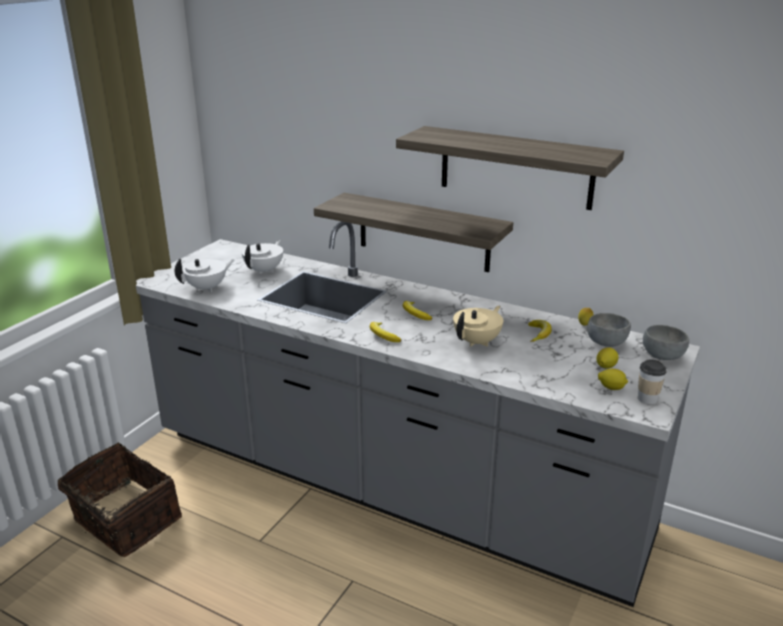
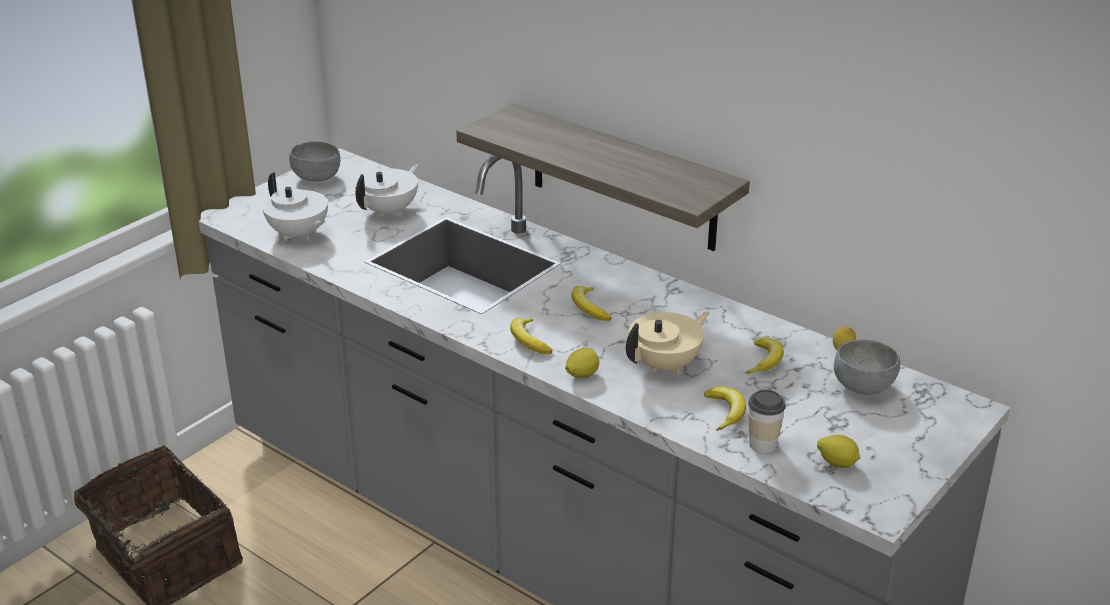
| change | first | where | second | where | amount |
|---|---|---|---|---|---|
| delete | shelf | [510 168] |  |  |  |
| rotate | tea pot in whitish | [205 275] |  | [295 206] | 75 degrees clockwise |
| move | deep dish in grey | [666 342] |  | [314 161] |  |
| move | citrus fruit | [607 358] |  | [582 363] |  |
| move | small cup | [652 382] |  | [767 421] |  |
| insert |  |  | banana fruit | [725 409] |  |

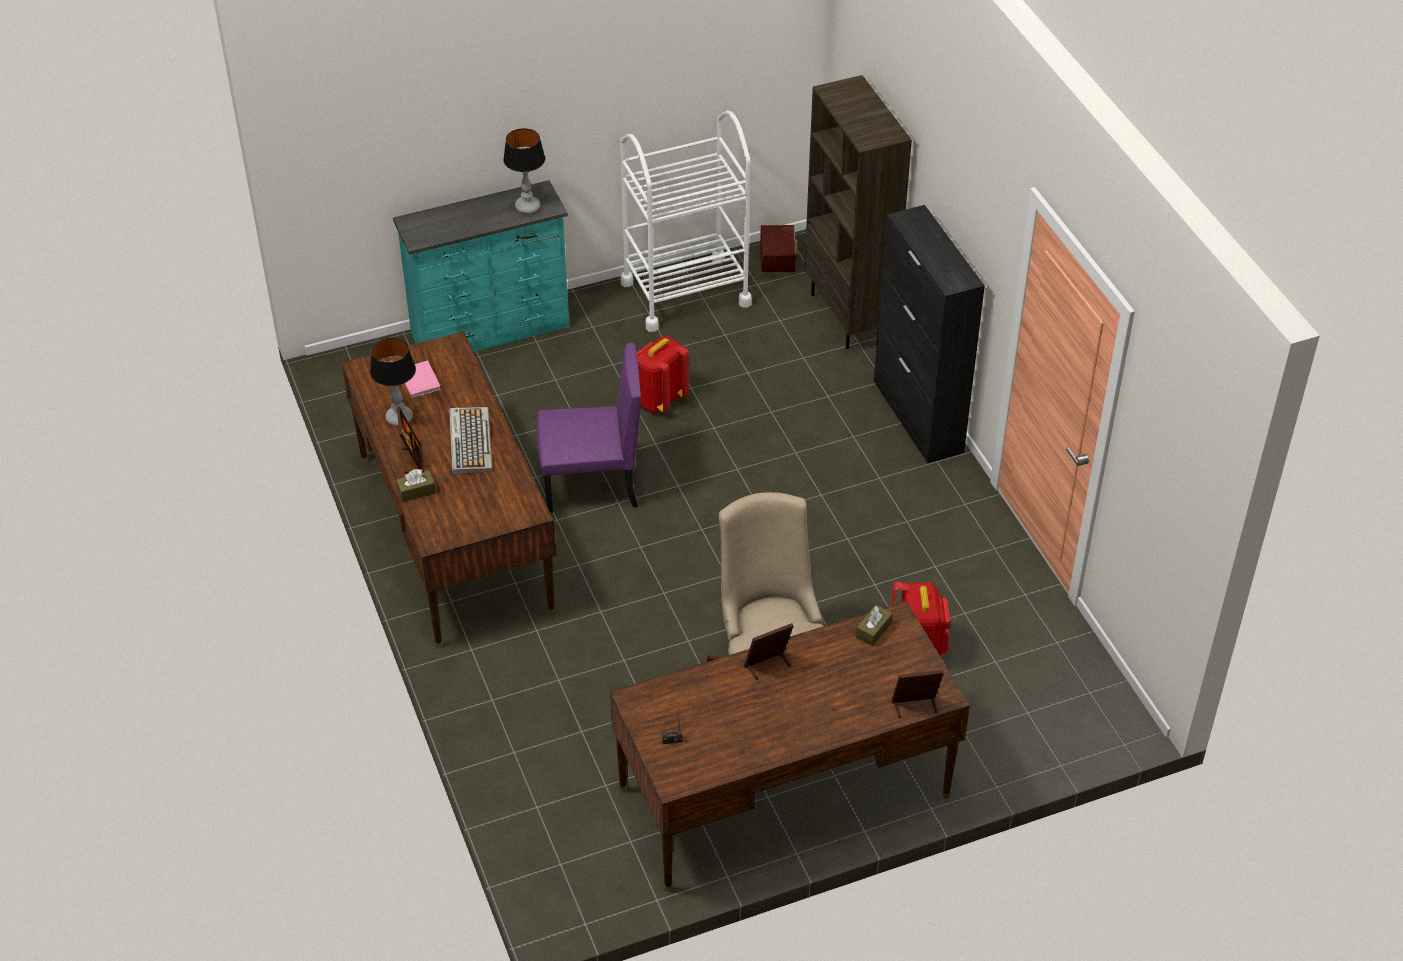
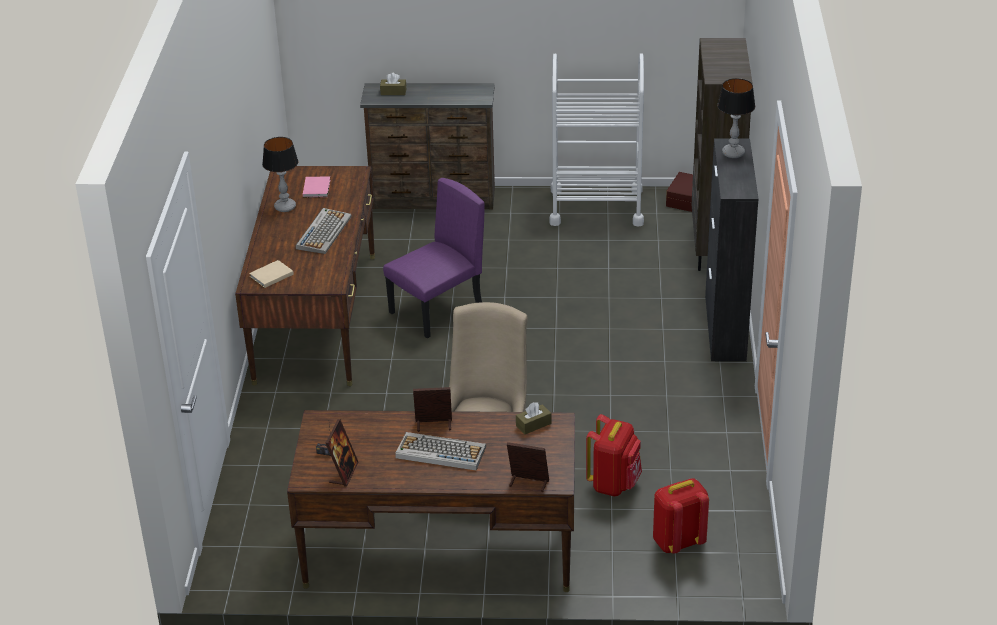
| change | first | where | second | where | amount |
|---|---|---|---|---|---|
| move | tabletop lamp | [524 171] |  | [736 118] |  |
| recolor | dresser in turquoise-coloured | [481 266] | dresser in brownish | [427 146] |  |
| move | rucksack in red | [663 375] |  | [681 516] |  |
| rotate | upright chair in purple-coloured | [588 428] |  | [434 258] | 60 degrees counterclockwise |
| move | standing frame | [410 440] |  | [342 453] |  |
| move | box of tissues in brownish | [416 485] |  | [393 84] |  |
| insert |  |  | volume in sand-coloured | [271 274] |  |
| insert |  |  | computer keyboard | [440 451] |  |

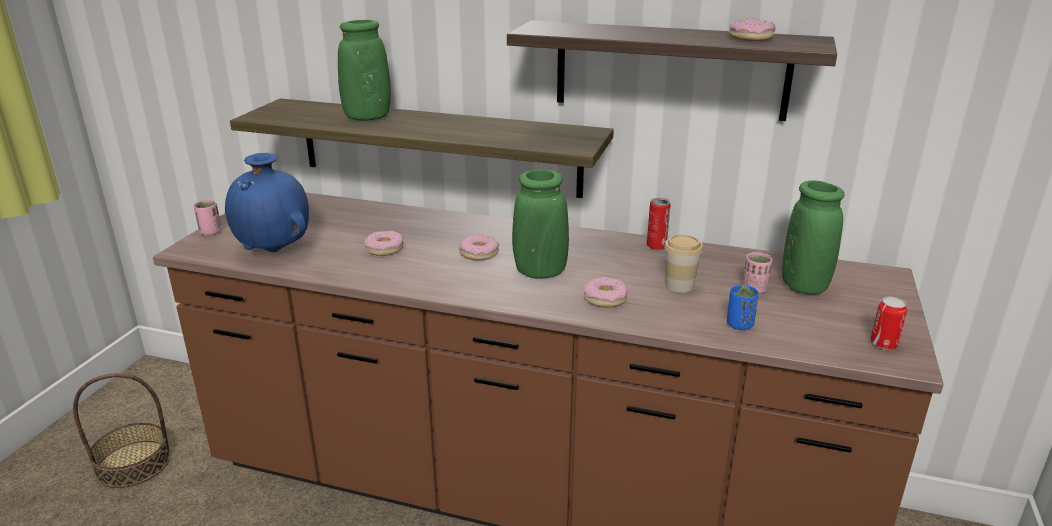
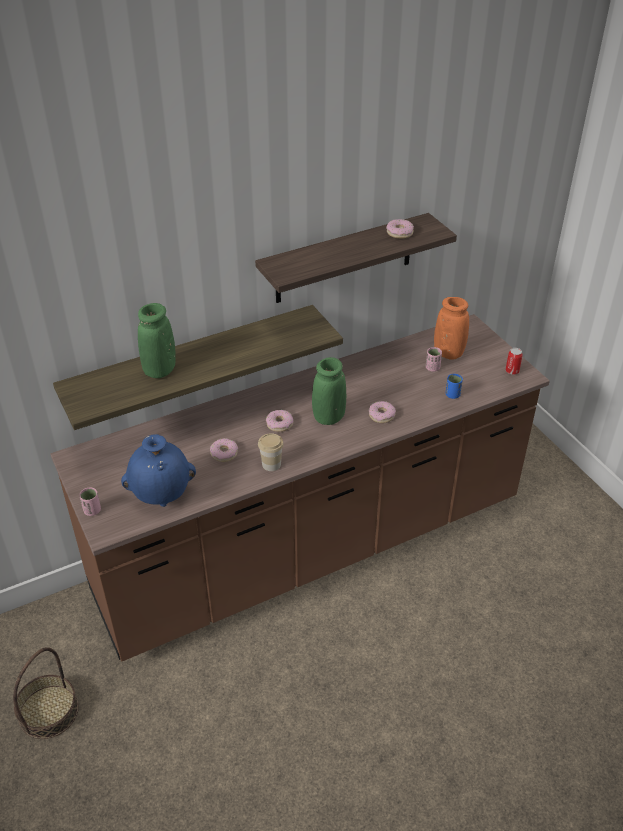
| change | first | where | second | where | amount |
|---|---|---|---|---|---|
| recolor | vase in green | [813 237] | vase in orange-coloured | [451 328] |  |
| delete | sealed can | [659 224] |  |  |  |
| move | small cup | [683 263] |  | [271 452] |  |

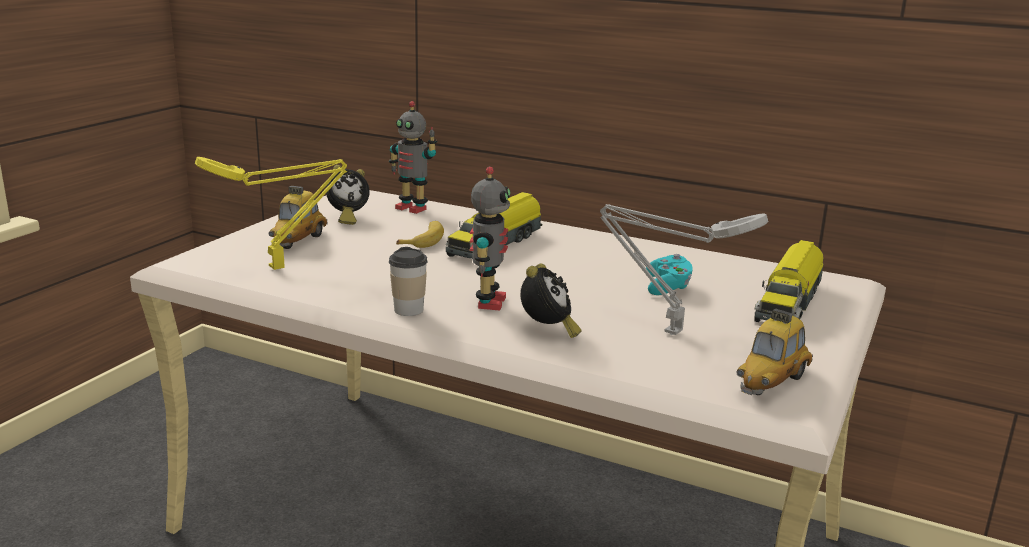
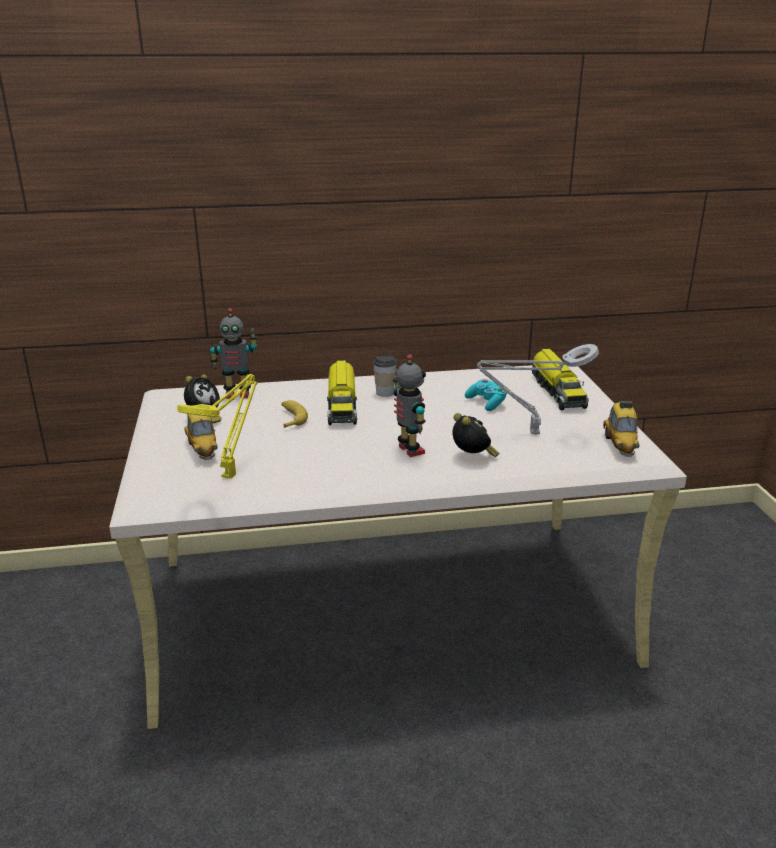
| change | first | where | second | where | amount |
|---|---|---|---|---|---|
| move | small cup | [408 281] |  | [385 375] |  |

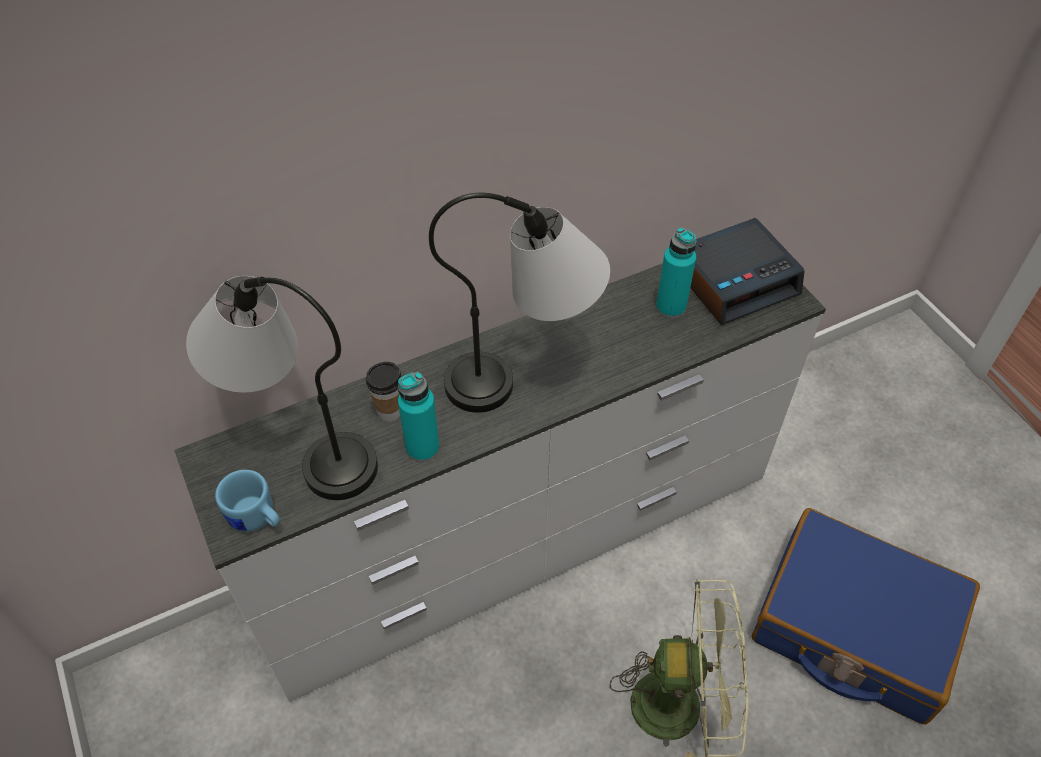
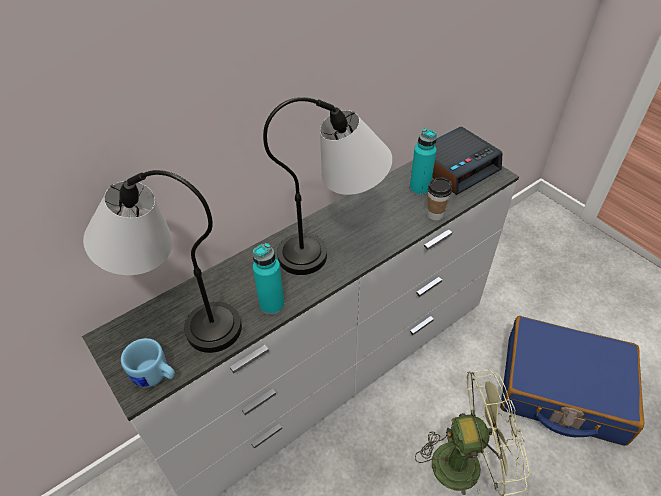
| change | first | where | second | where | amount |
|---|---|---|---|---|---|
| move | small cup | [384 392] |  | [439 199] |  |

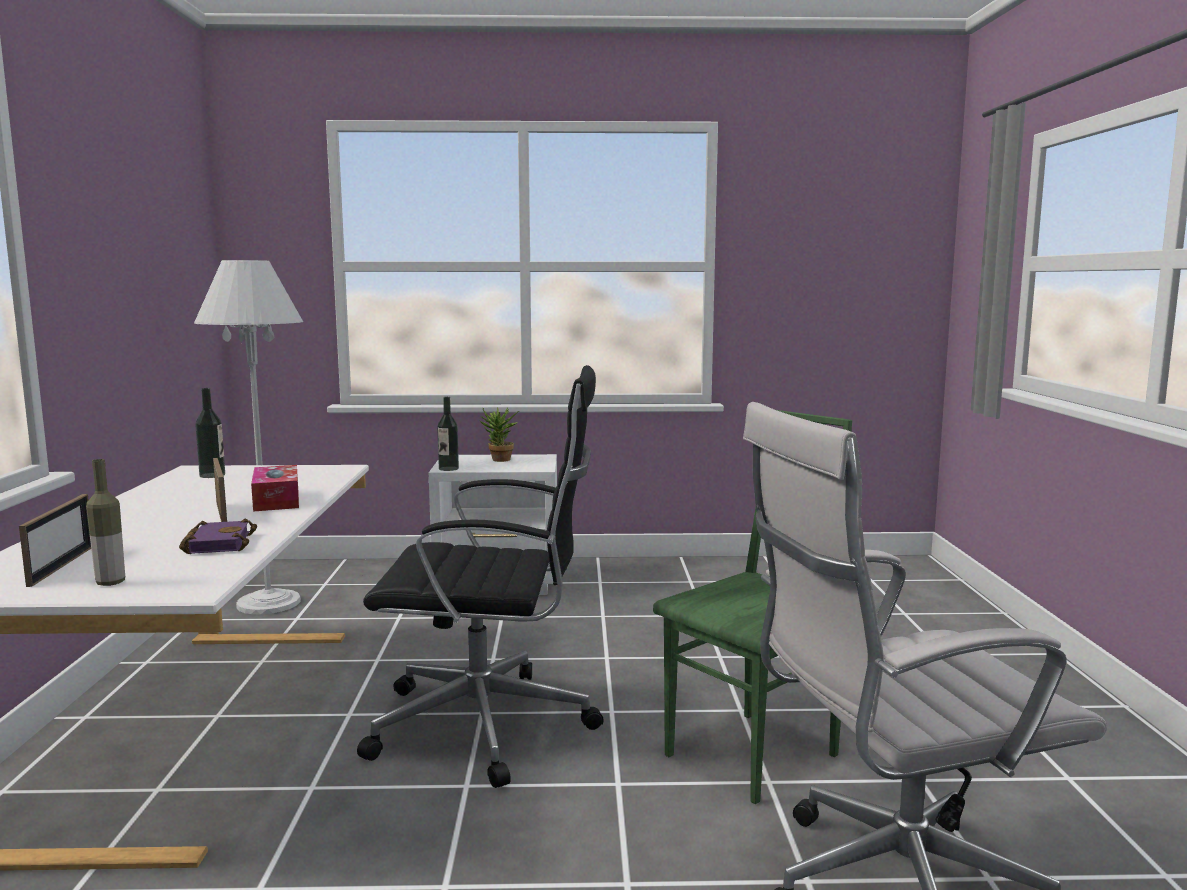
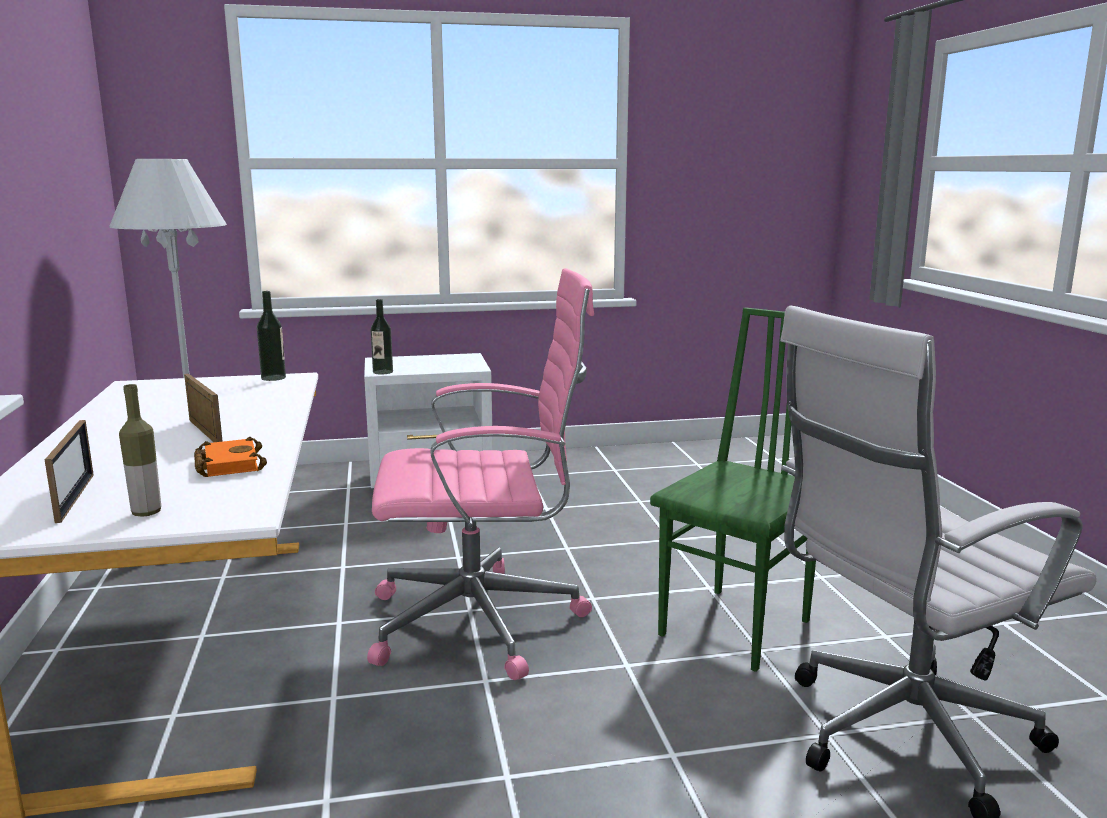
| change | first | where | second | where | amount |
|---|---|---|---|---|---|
| recolor | desk chair in black | [480 576] | desk chair in pinkish | [480 474] |  |
| move | drink bottle | [210 433] |  | [271 336] |  |
| delete | potted plant | [499 434] |  |  |  |
| delete | box of tissues | [275 488] |  |  |  |
| recolor | volume in purple-coloured | [218 536] | volume in orange-coloured | [230 457] |  |

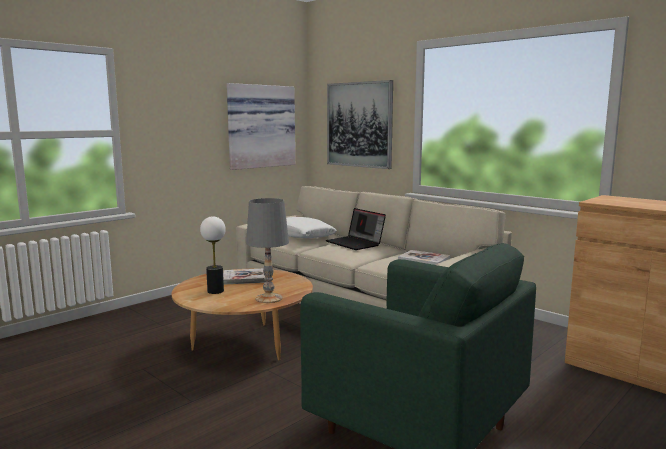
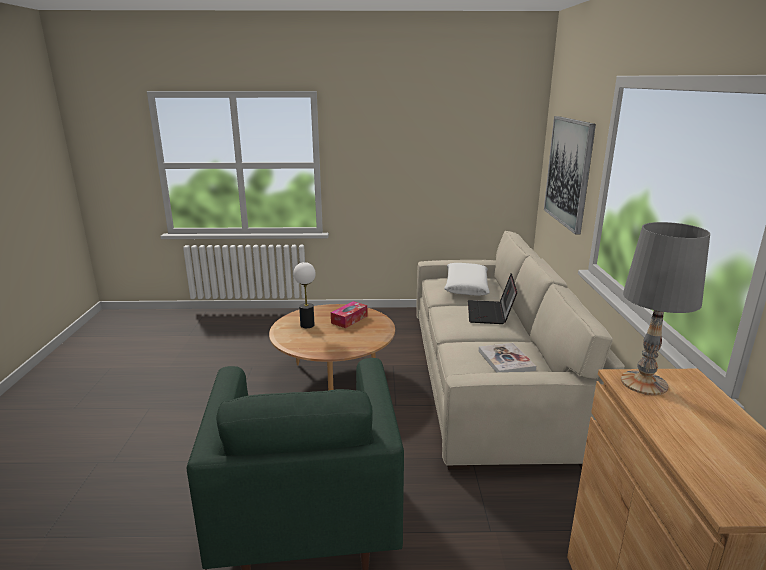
| change | first | where | second | where | amount |
|---|---|---|---|---|---|
| delete | wall picture | [261 126] |  |  |  |
| move | tabletop lamp in grey | [267 250] |  | [665 308] |  |
| replace | volume | [244 276] | box of tissues | [349 314] |  |

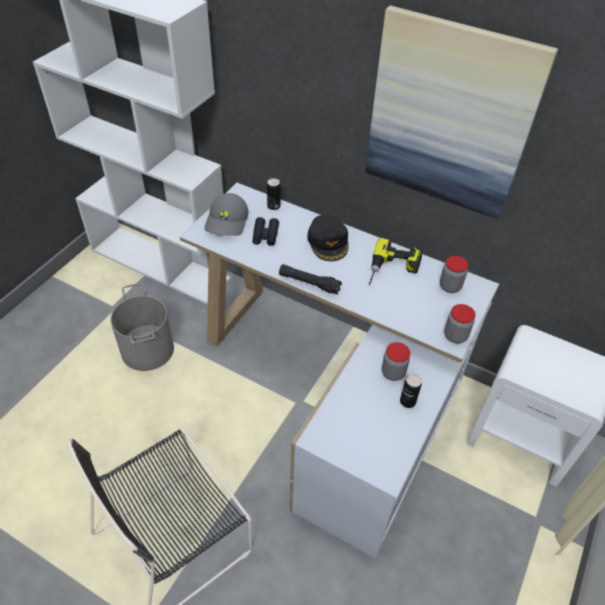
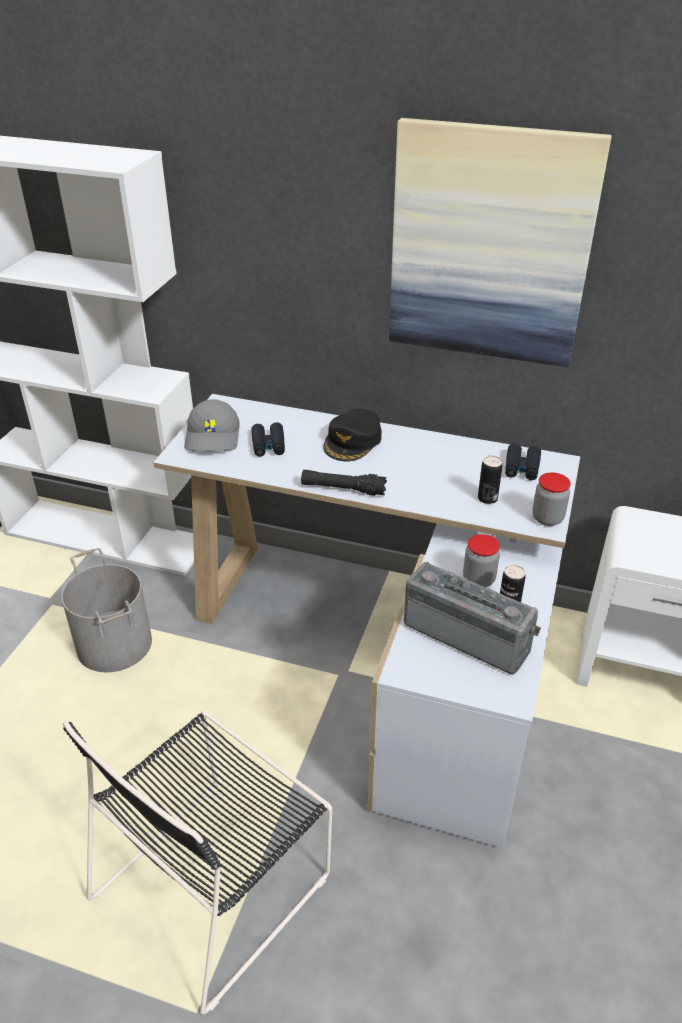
| change | first | where | second | where | amount |
|---|---|---|---|---|---|
| move | sealed can | [273 194] |  | [490 480] |  |
| rotate | baseball cap in black | [327 238] |  | [352 435] | 45 degrees clockwise |
| delete | power drill | [395 261] |  |  |  |
| replace | jar | [454 274] | pair of binoculars in black | [523 461] |  |
| insert |  |  | radio receiver | [472 618] |  |

